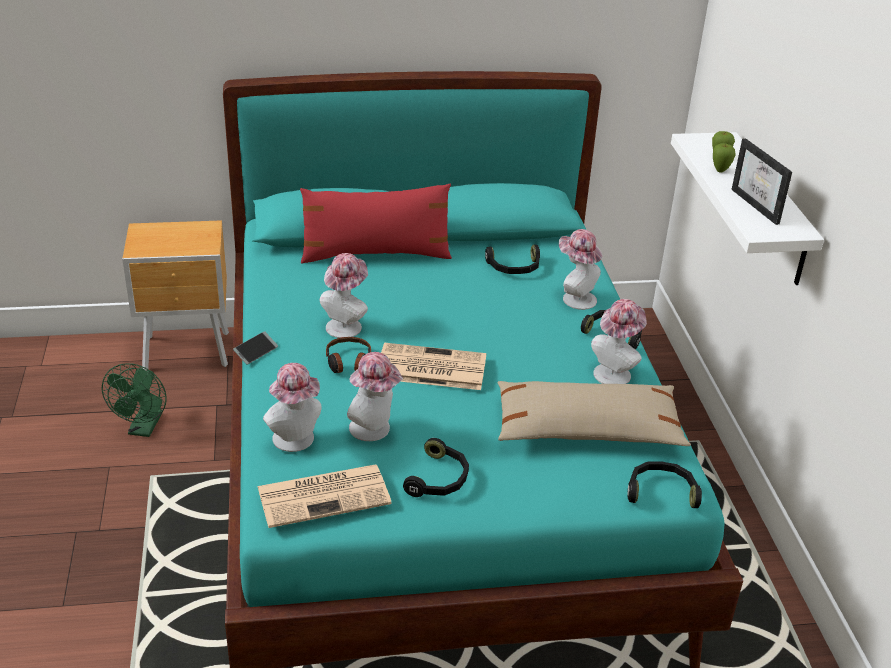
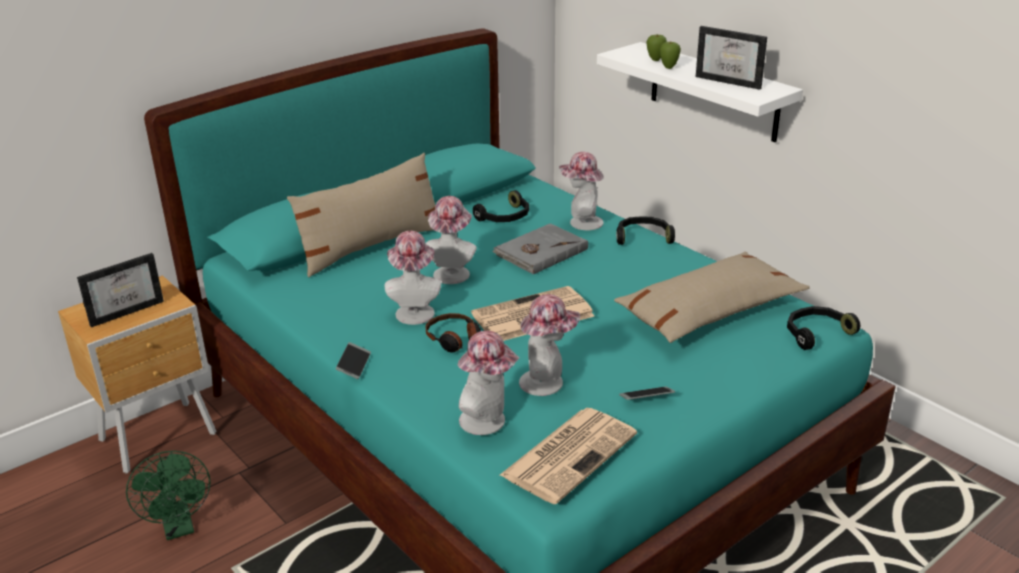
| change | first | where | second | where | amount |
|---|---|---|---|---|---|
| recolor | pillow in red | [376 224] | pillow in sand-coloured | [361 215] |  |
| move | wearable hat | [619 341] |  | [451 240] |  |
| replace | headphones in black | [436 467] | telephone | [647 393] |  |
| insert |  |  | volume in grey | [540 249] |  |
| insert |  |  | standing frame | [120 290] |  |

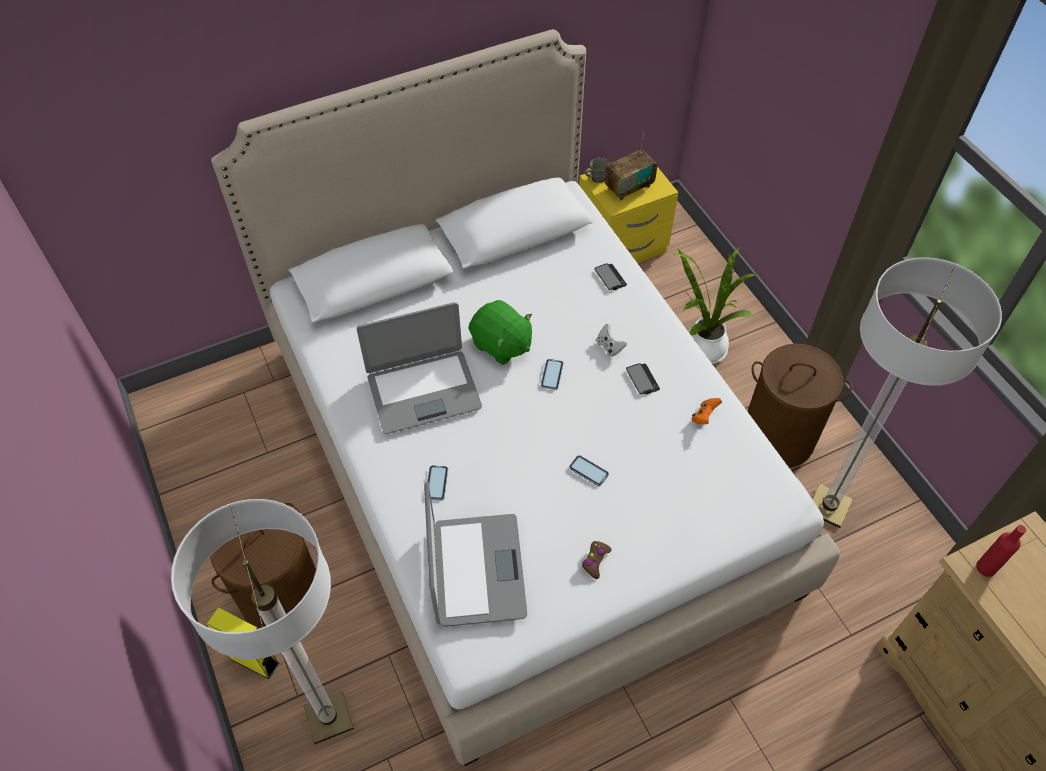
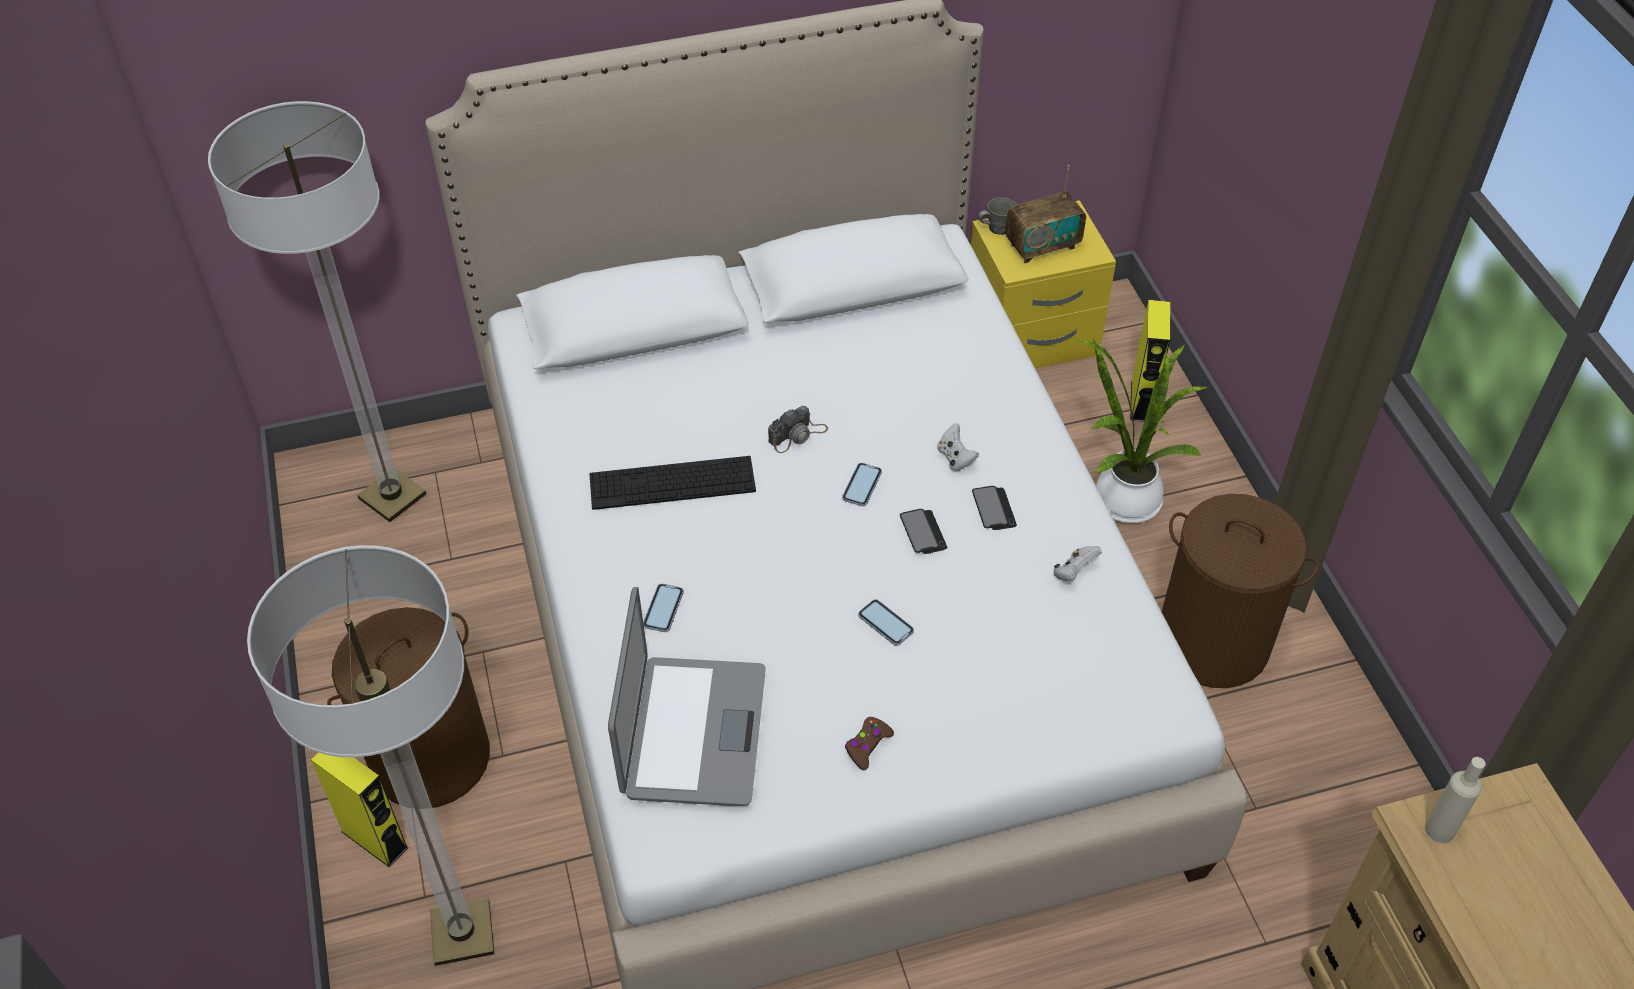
| change | first | where | second | where | amount |
|---|---|---|---|---|---|
| move | standard lamp | [907 392] |  | [317 311] |  |
| move | telephone | [610 276] |  | [923 531] |  |
| replace | soft toy in green | [500 332] | still camera | [798 429] |  |
| replace | notebook computer | [419 368] | computer keyboard | [673 483] |  |
| recolor | game controller in orange-coloured | [707 411] | game controller in whitish | [1078 563] |  |
| recolor | drink bottle in red | [1001 551] | drink bottle in sand-coloured | [1455 800] |  |
| insert |  |  | audio speaker in yellow-coloured | [1150 361] |  |

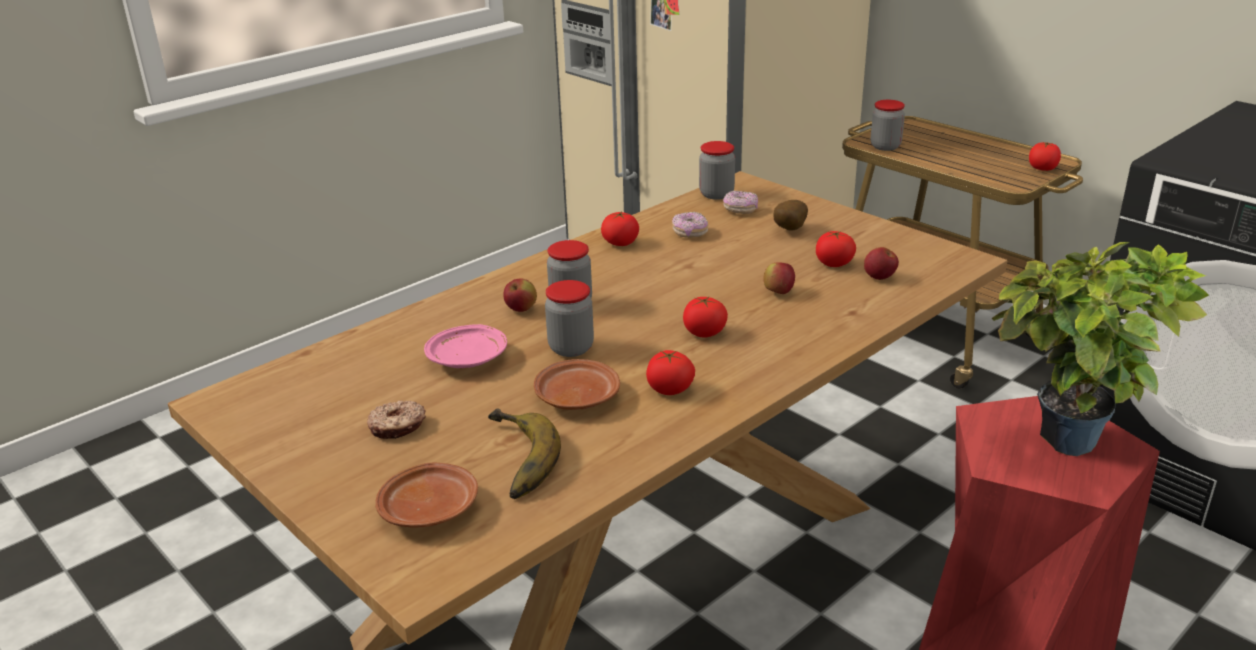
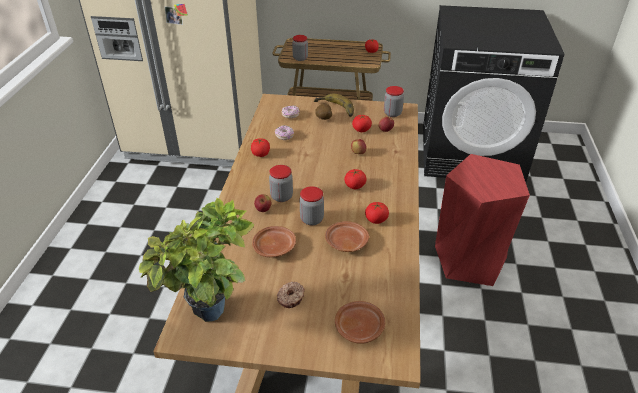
| change | first | where | second | where | amount |
|---|---|---|---|---|---|
| move | jar | [717 170] |  | [394 101] |  |
| move | potted plant | [1100 349] |  | [196 260] |  |
| recolor | dinner plate in pinkish | [465 346] | dinner plate in brownish | [274 241] |  |
| move | banana fruit | [524 453] |  | [334 105] |  |

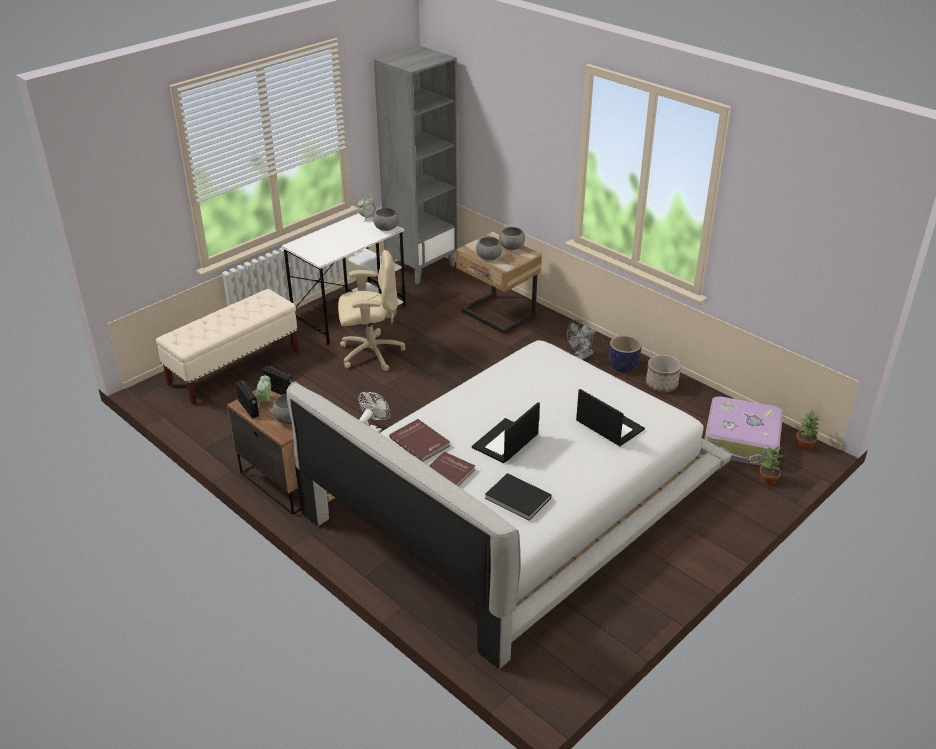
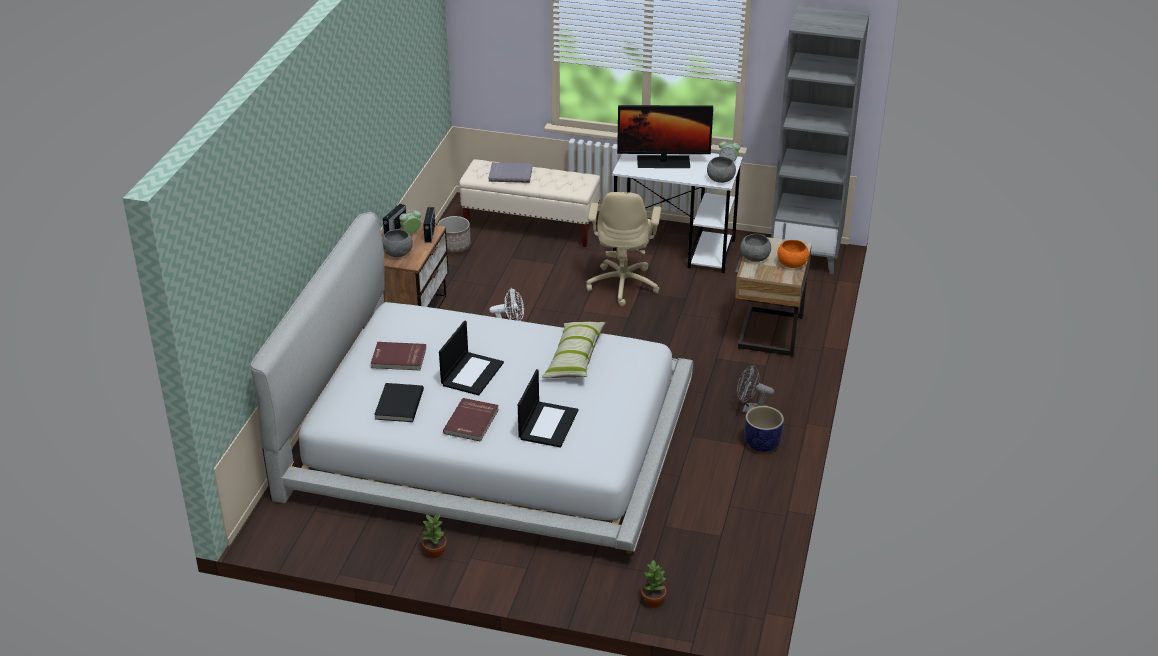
| change | first | where | second | where | amount |
|---|---|---|---|---|---|
| recolor | deep dish in grey | [512 238] | deep dish in orange-coloured | [793 254] |  |
| rotate | desk chair in sand-coloured | [371 310] |  | [623 249] | 45 degrees clockwise |
| move | flower pot | [663 373] |  | [454 234] |  |
| delete | piece of luggage | [743 431] |  |  |  |
| rotate | notebook computer | [506 432] |  | [471 357] | 105 degrees clockwise |
| move | potted plant | [808 430] |  | [434 536] |  |
| move | volume in red | [419 440] |  | [471 420] |  |
| insert |  |  | computer screen | [665 136] |  |
| insert |  |  | volume in grey | [510 172] |  |
| insert |  |  | pillow | [574 350] |  |

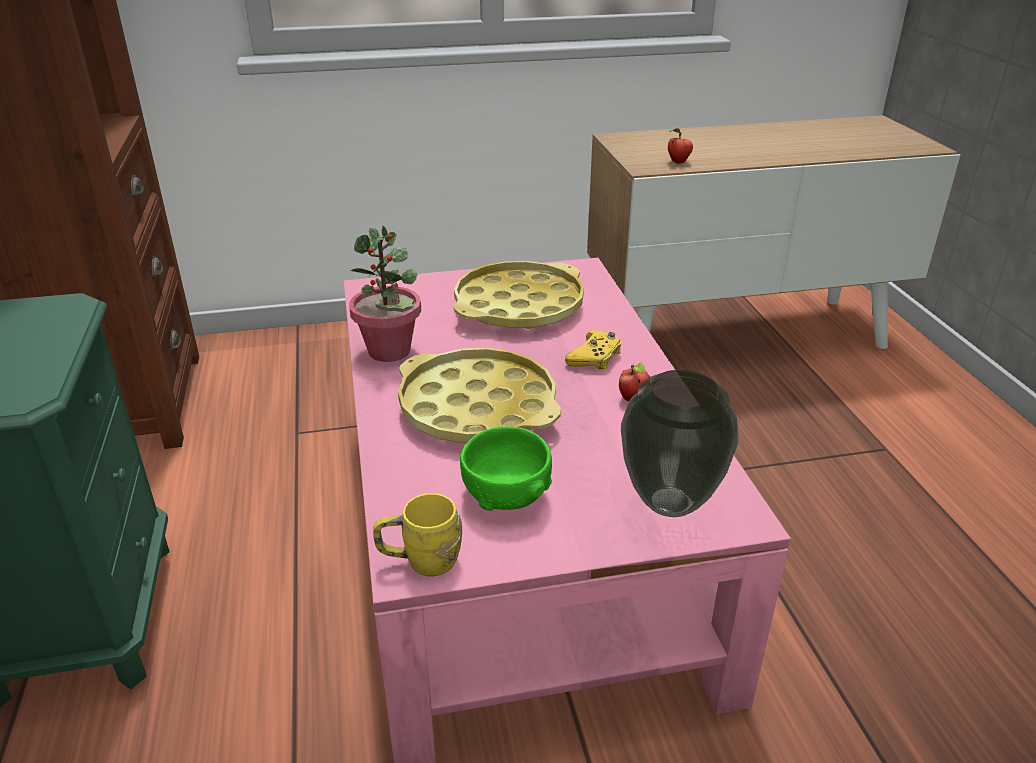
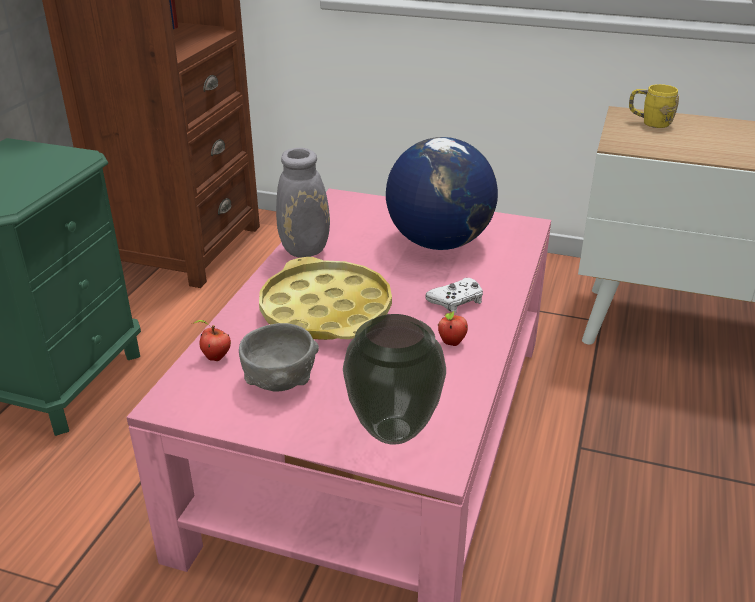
| change | first | where | second | where | amount |
|---|---|---|---|---|---|
| move | apple fruit | [680 146] |  | [211 340] |  |
| replace | potted plant | [385 294] | vase in grey | [303 203] |  |
| replace | tray in yellow-coloured | [519 295] | globe | [442 193] |  |
| recolor | game controller in yellow-coloured | [593 349] | game controller in whitish | [454 295] |  |
| recolor | deep dish in green | [506 468] | deep dish in grey | [279 357] |  |
| move | mug in yellow-coloured | [417 534] |  | [654 106] |  |

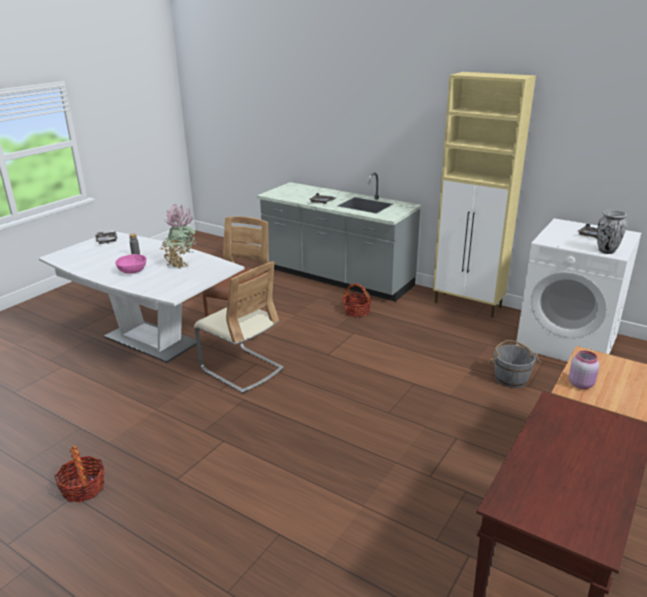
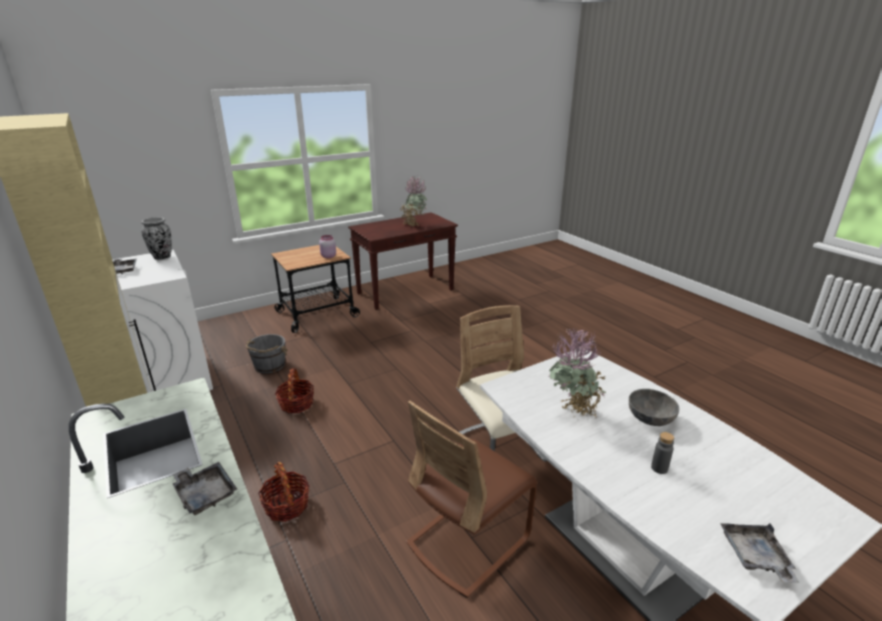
| change | first | where | second | where | amount |
|---|---|---|---|---|---|
| recolor | deep dish in pinkish | [131 264] | deep dish in grey | [654 407] |  |
| move | household basket | [80 474] |  | [294 390] |  |
| insert |  |  | potted plant | [413 202] |  |

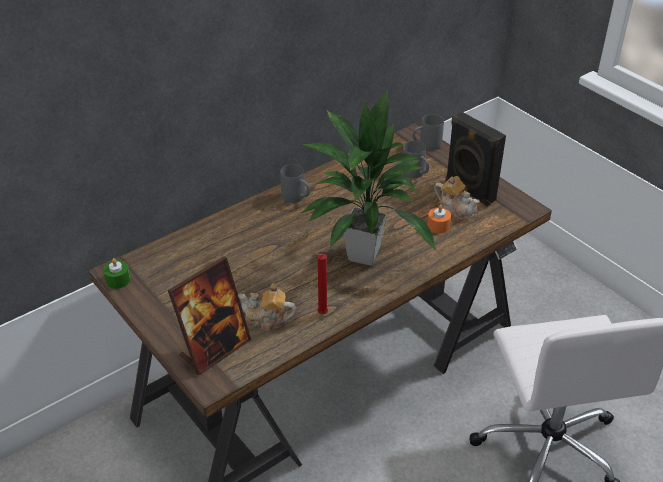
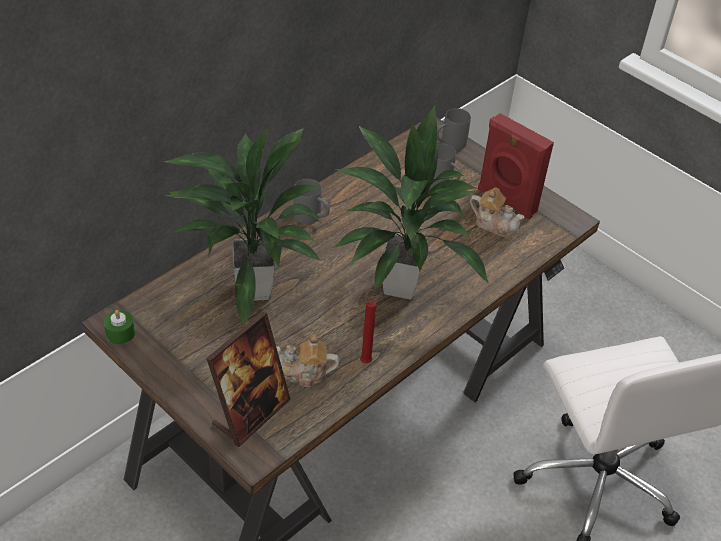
| change | first | where | second | where | amount |
|---|---|---|---|---|---|
| recolor | audio speaker in black | [475 159] | audio speaker in red | [516 166] |  |
| delete | candle in orange-coloured | [439 219] |  |  |  |
| insert |  |  | potted plant | [242 227] |  |

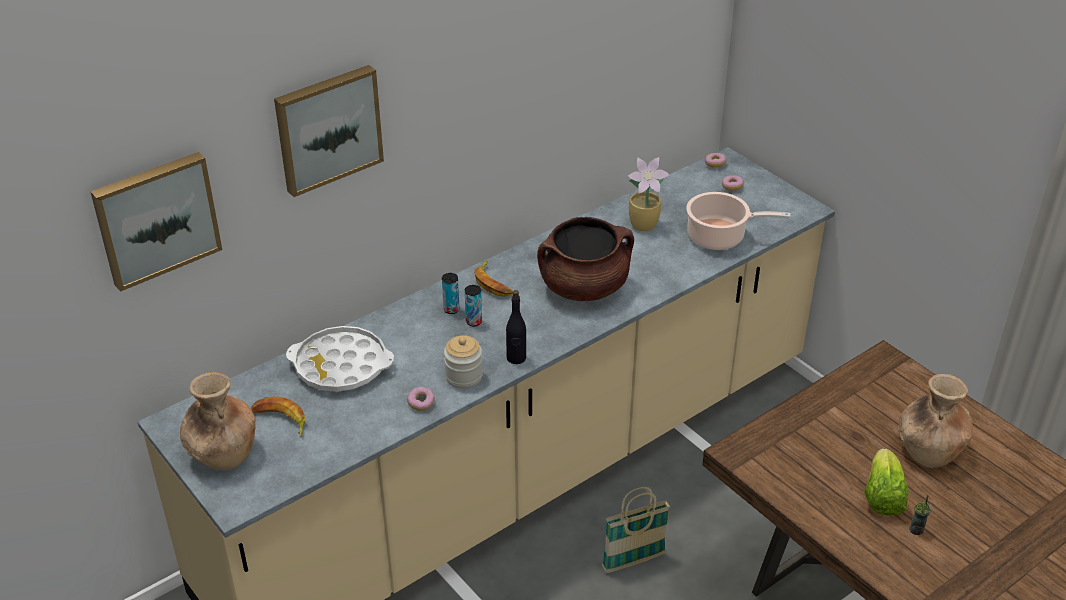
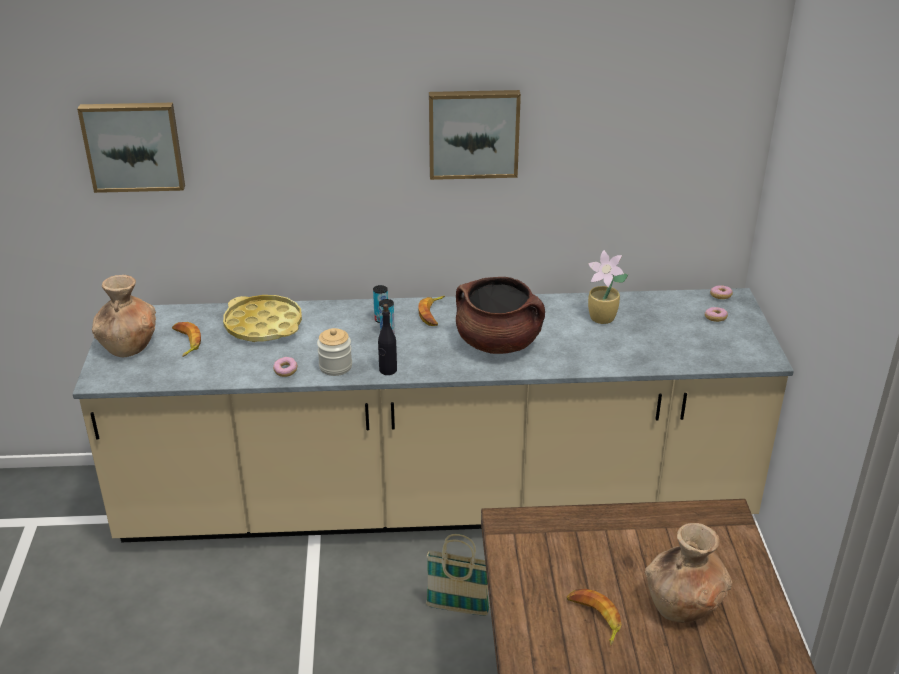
| change | first | where | second | where | amount |
|---|---|---|---|---|---|
| move | wall picture | [329 131] |  | [475 135] |  |
| delete | stockpot | [738 221] |  |  |  |
| recolor | tray in whitish | [340 359] | tray in yellow-coloured | [262 318] |  |
| replace | lettuce | [886 481] | banana fruit | [594 617] |  |
| delete | small cup | [920 515] |  |  |  |

